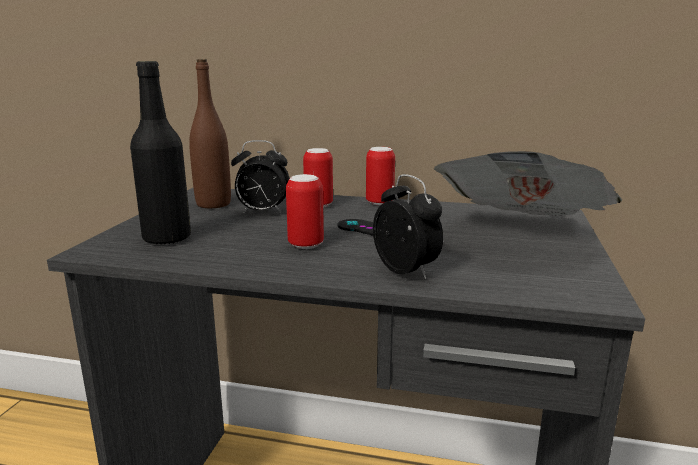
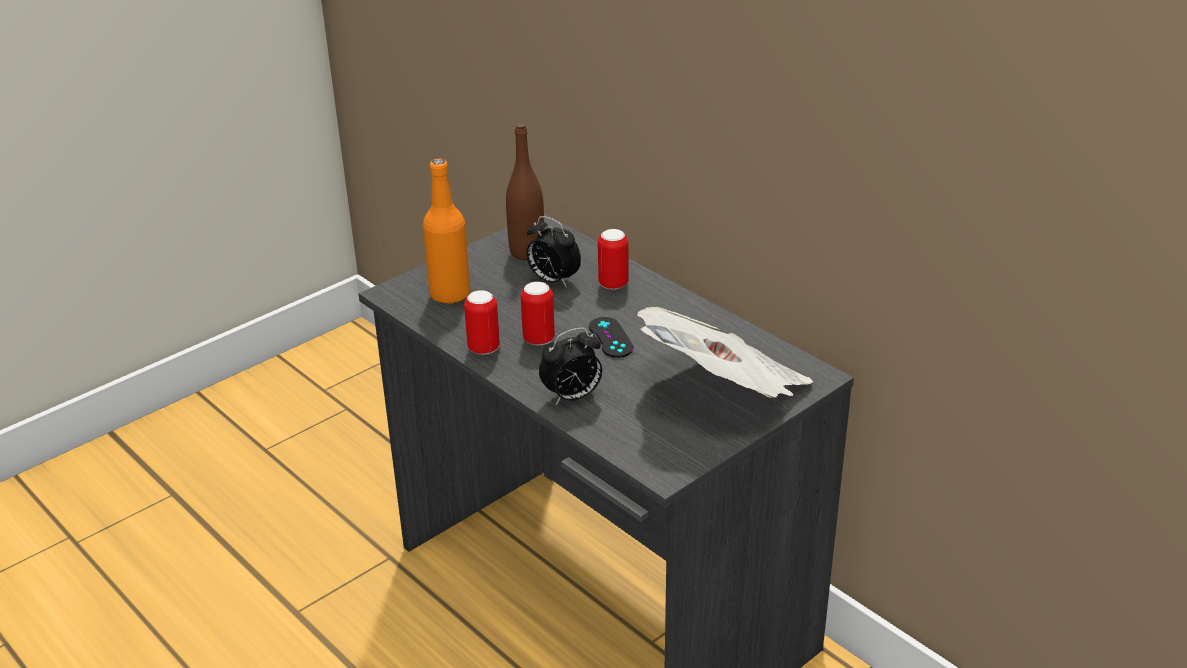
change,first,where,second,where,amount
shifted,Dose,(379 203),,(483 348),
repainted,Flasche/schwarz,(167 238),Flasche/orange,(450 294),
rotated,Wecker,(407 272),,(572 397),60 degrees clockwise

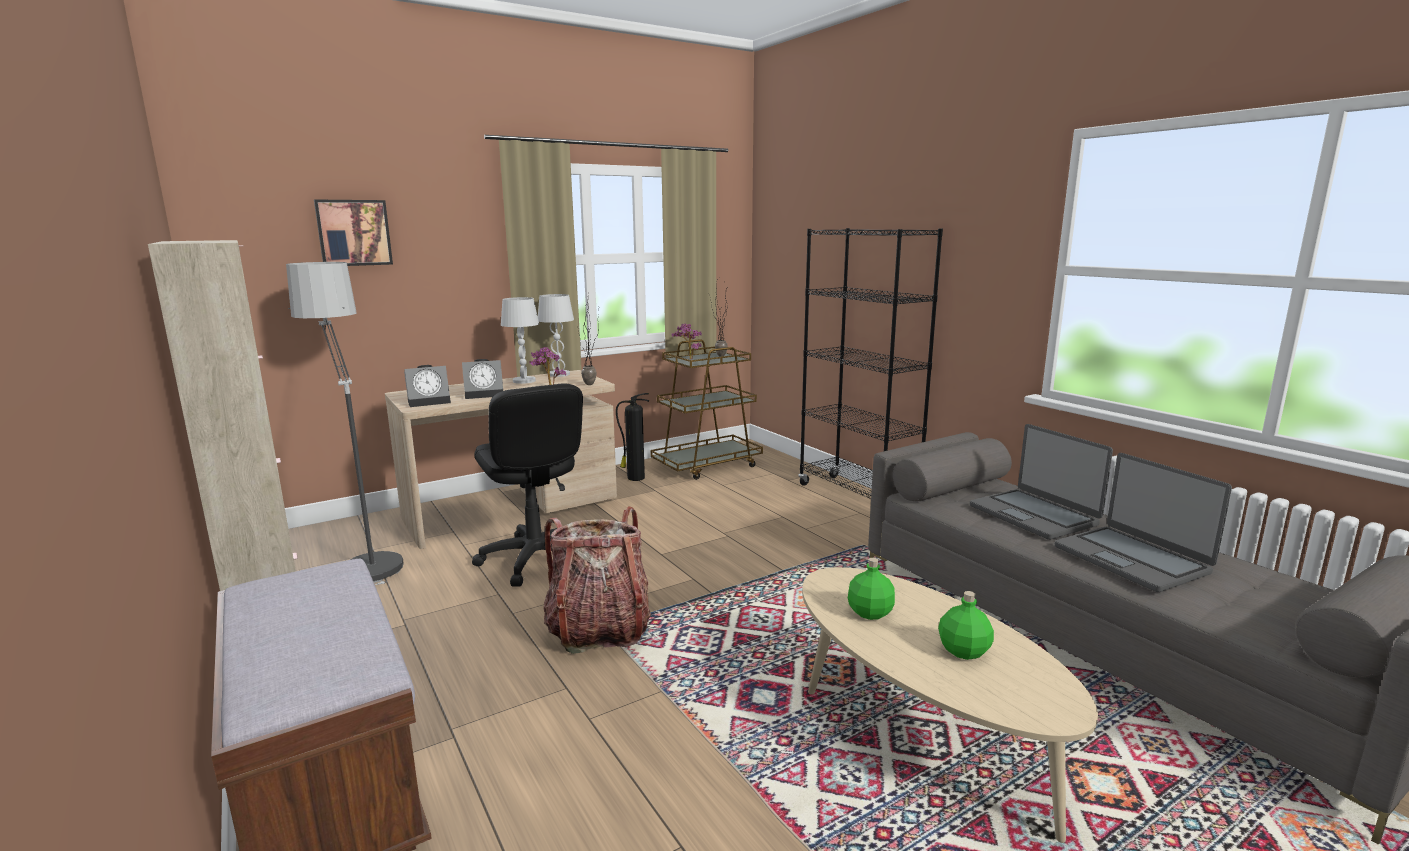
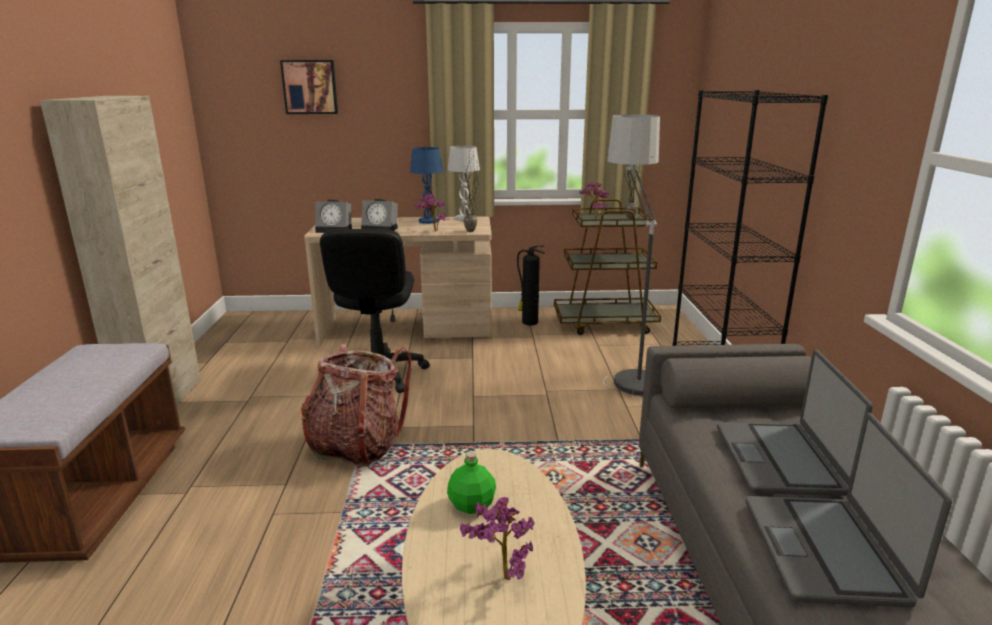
change,first,where,second,where,amount
shifted,Stehlampe,(362 555),,(626 369),
swapped,Flasche/grün,(964 651),Topfpflanze,(500 576),
repainted,Tischlampe/weiß,(524 381),Tischlampe/blau,(428 221),

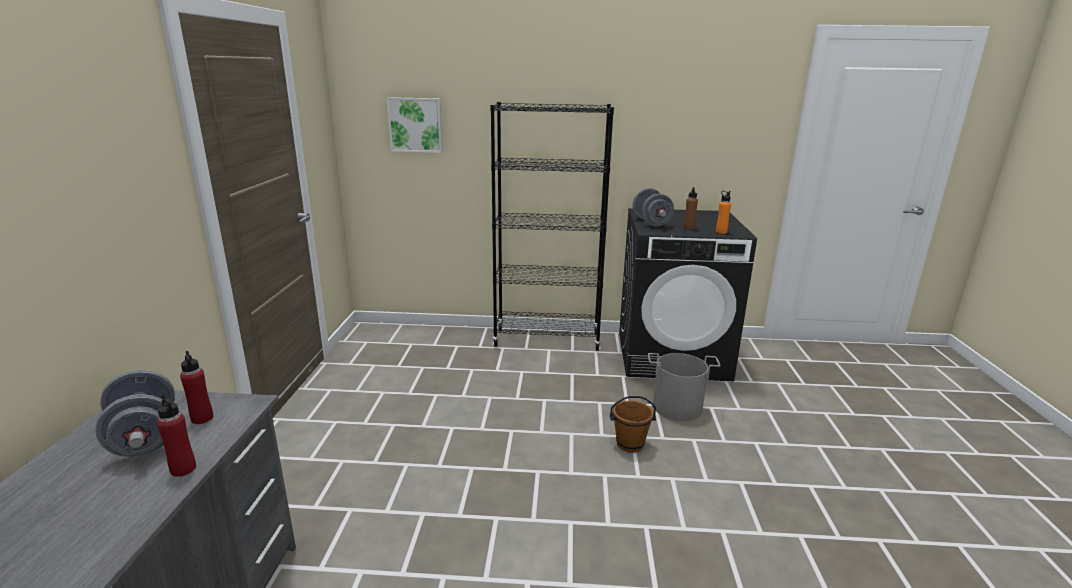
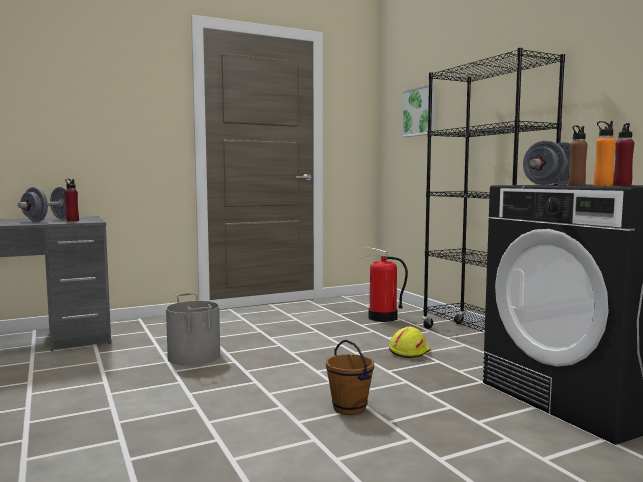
change,first,where,second,where,amount
new,,,Feuerlöscher,(382 318),
new,,,Schutzhelm/gelb,(408 351),
shifted,Flasche/rot,(183 469),,(622 185),
shifted,Eimer/grau,(677 407),,(193 357),

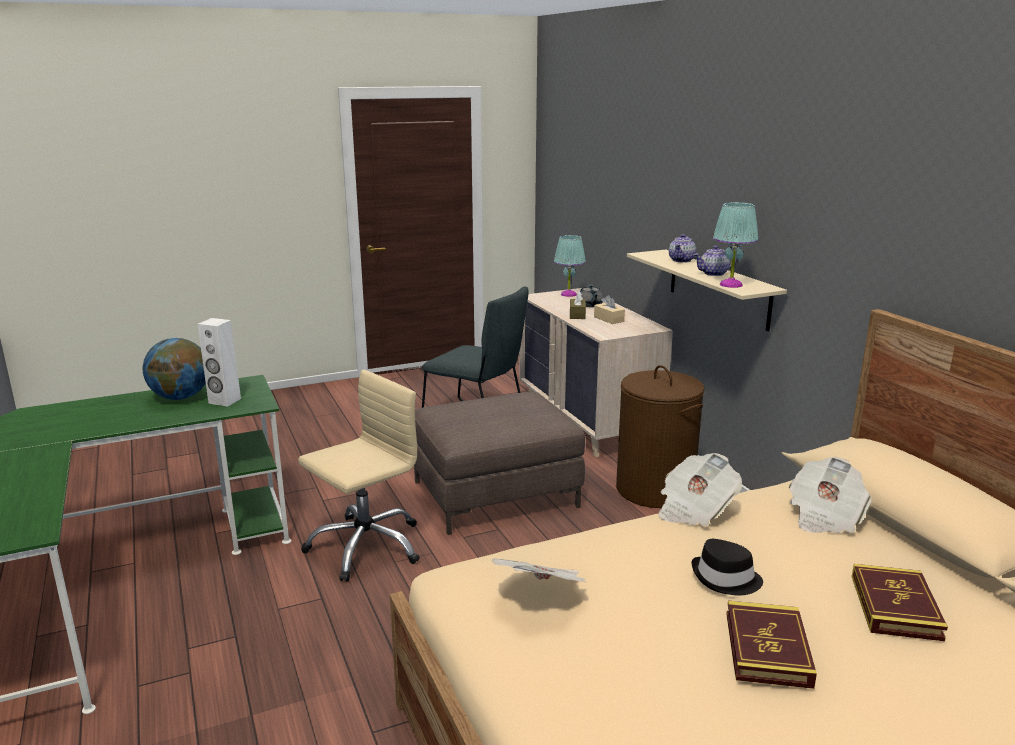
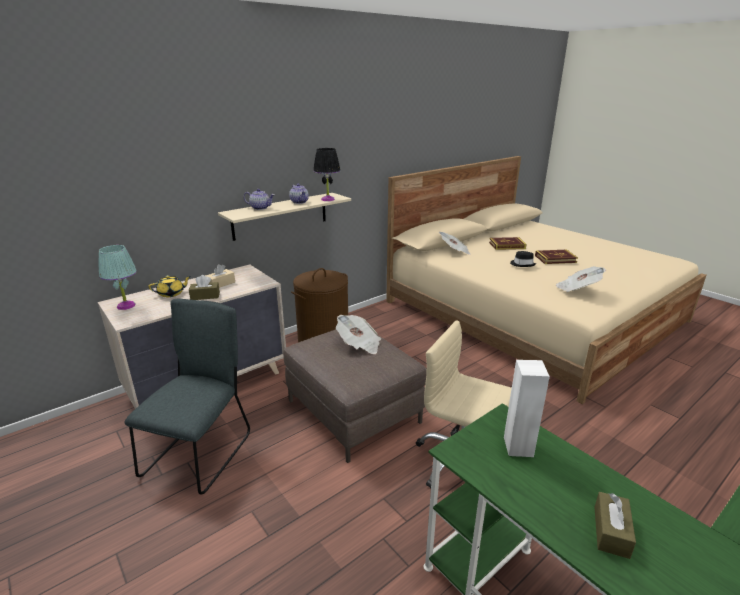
change,first,where,second,where,amount
gone,Globus,(180 397),,,
new,,,Taschentuchbox/braun,(611 531),
shifted,Zeitung,(694 509),,(359 344),
repainted,Teekanne/grau,(590 305),Teekanne/gelb,(172 293),
repainted,Tischlampe/türkis,(730 285),Tischlampe/schwarz,(328 199),

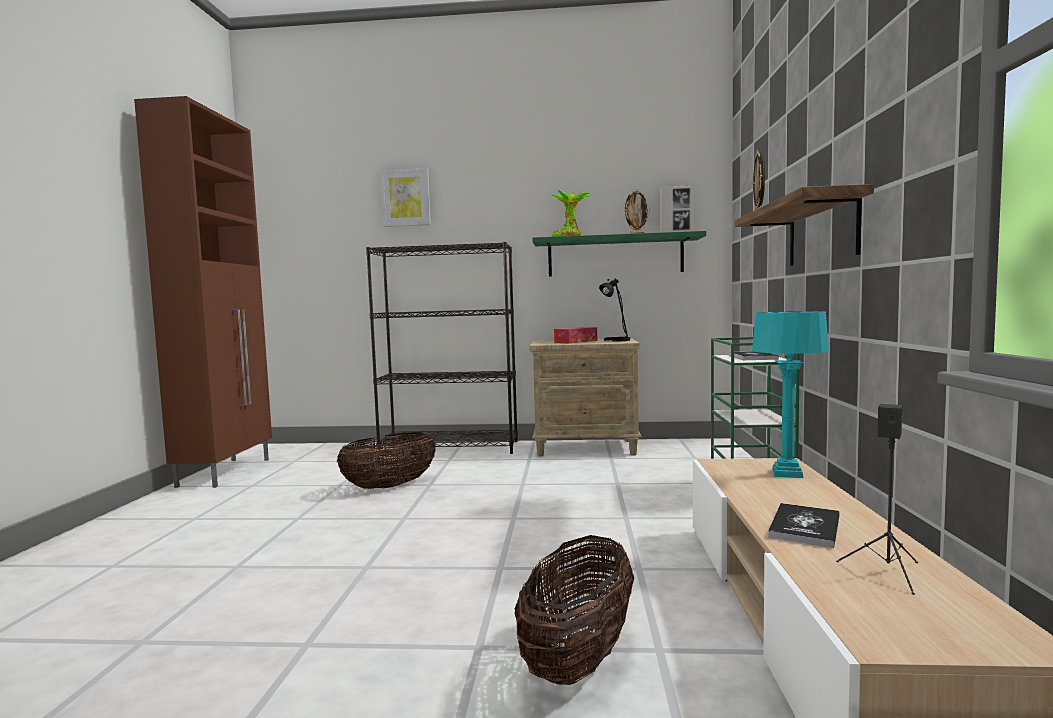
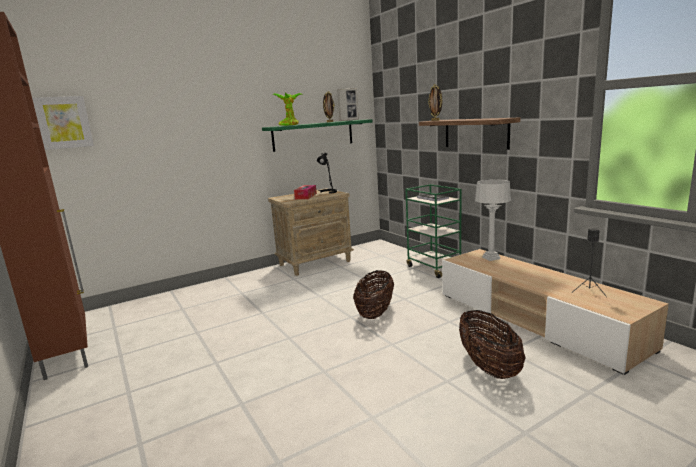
change,first,where,second,where,amount
gone,Bücherregal/schwarz,(450 448),,,
gone,Buch,(805 526),,,
shifted,Korb,(390 486),,(375 313),
shifted,Bild,(406 198),,(64 122),
repainted,Tischlampe/türkis,(788 473),Tischlampe/grau,(491 258),

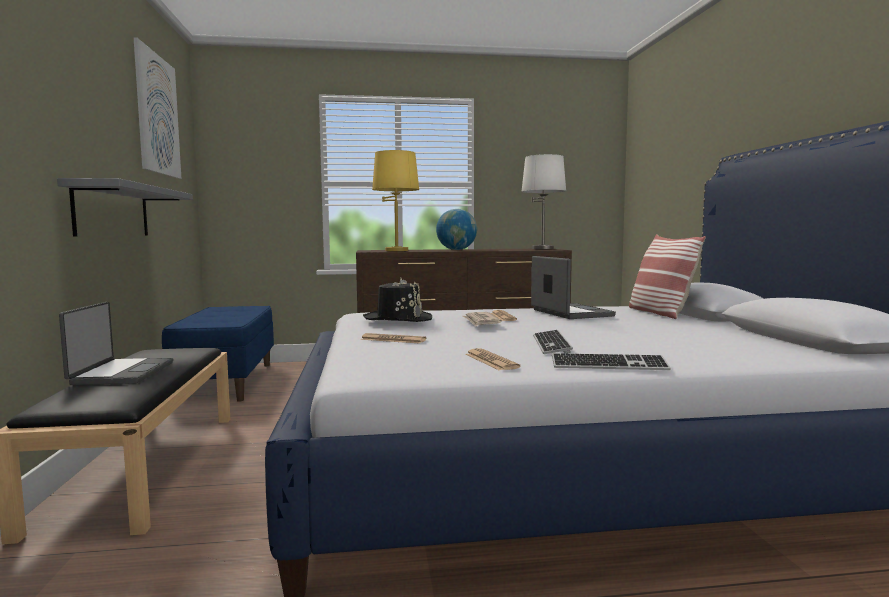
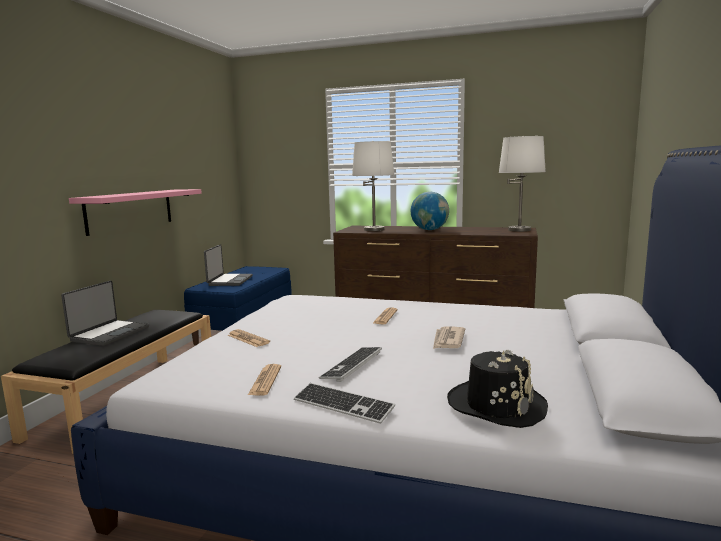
change,first,where,second,where,amount
gone,Bild,(158 115),,,
gone,Kissen,(659 313),,,
shifted,Hut/schwarz,(398 319),,(496 405),
shifted,Zeitung,(481 321),,(448 340),
shifted,Laptop,(570 313),,(229 281),
repainted,Wandregal/grau,(113 211),Wandregal/rosa,(130 210),
repainted,Tischlampe/gelb,(397 250),Tischlampe/weiß,(374 229),

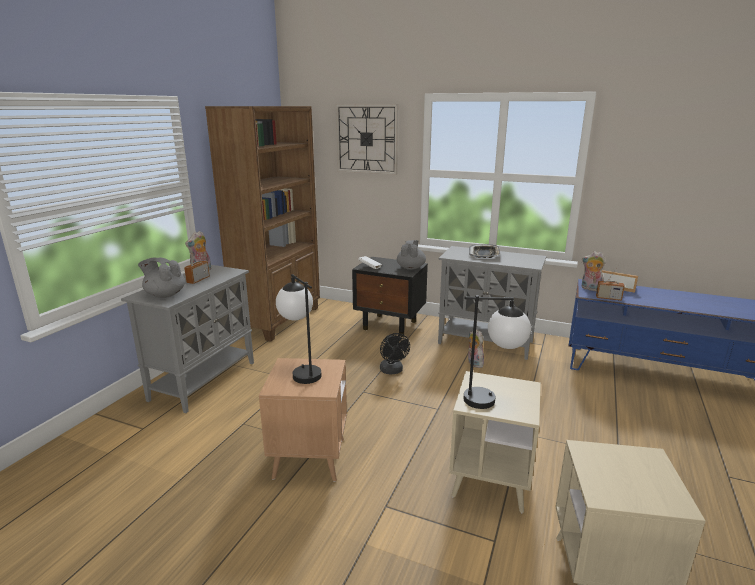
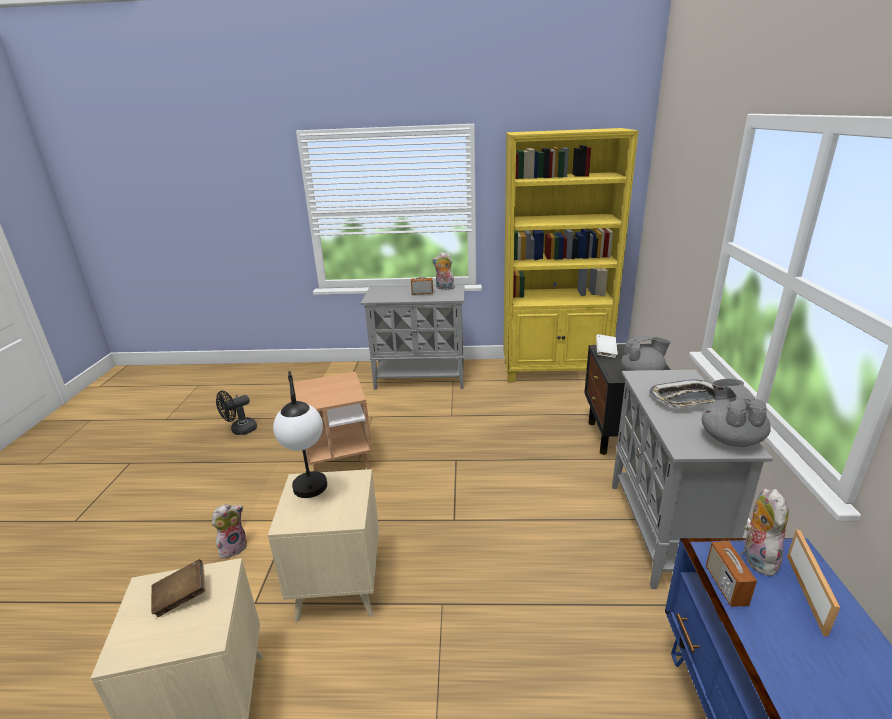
change,first,where,second,where,amount
gone,Tischlampe,(301 371),,,
gone,Wanduhr,(367 139),,,
new,,,Buch/braun,(182 597),
shifted,Teekanne/grau,(165 295),,(730 438),
shifted,Ventilator/schwarz,(392 371),,(240 430),
shifted,Plüschtier,(473 363),,(233 547),
repainted,Bücherregal/braun,(279 320),Bücherregal/gelb,(555 371),

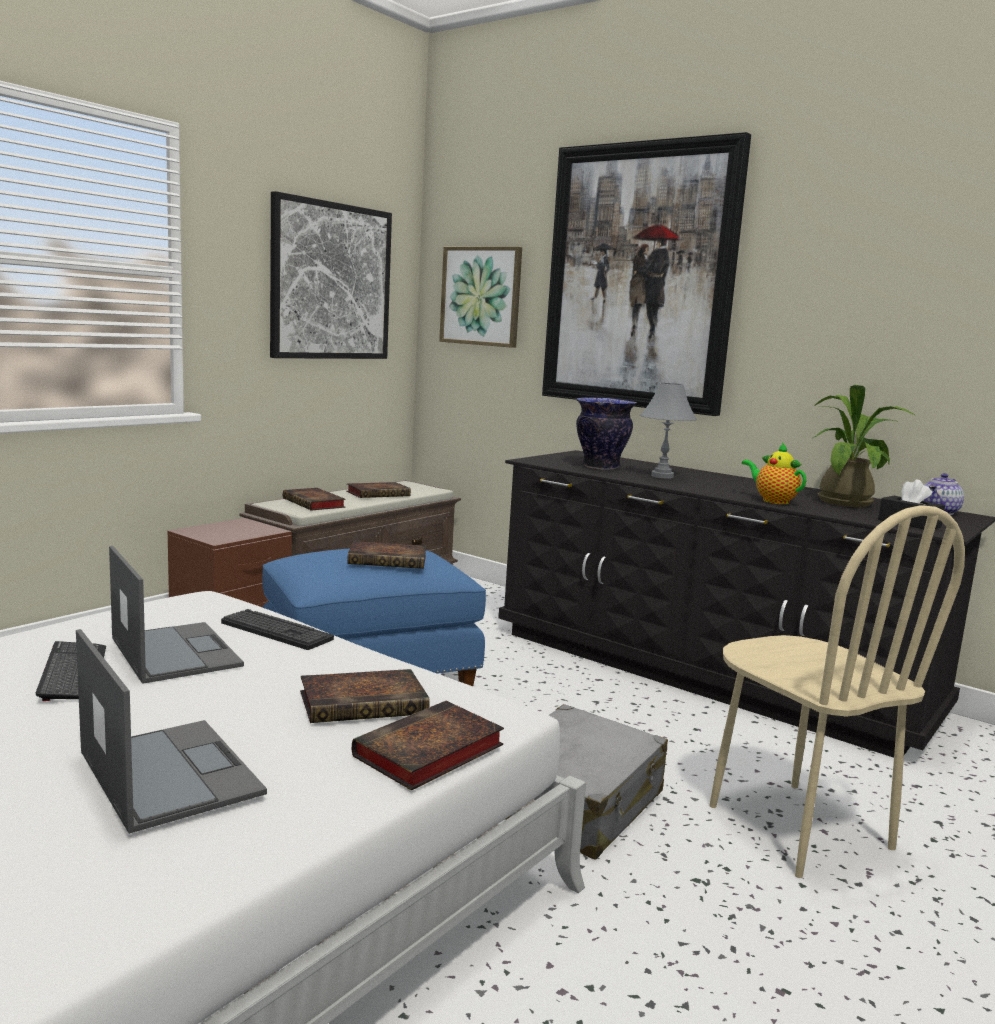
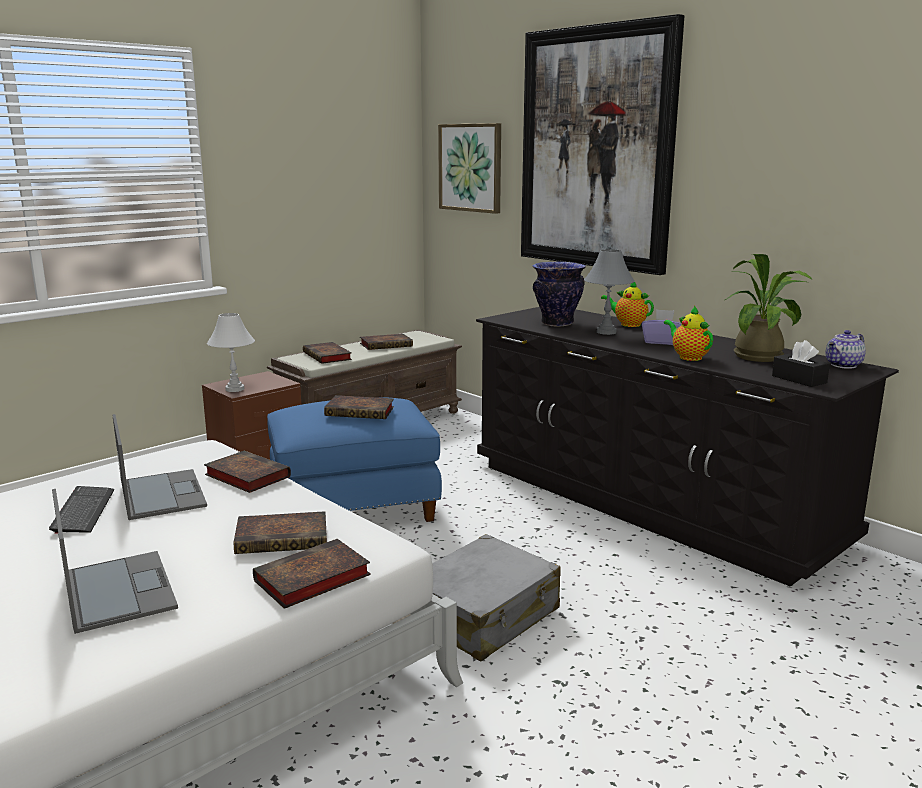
change,first,where,second,where,amount
gone,Bild,(331 281),,,
gone,Stuhl/beige,(798 827),,,
new,,,Tischlampe/weiß,(234 389),
new,,,Teekanne,(628 324),
new,,,Taschentuchbox/lila,(662 342),
swapped,Tastatur,(276 631),Buch,(245 476),

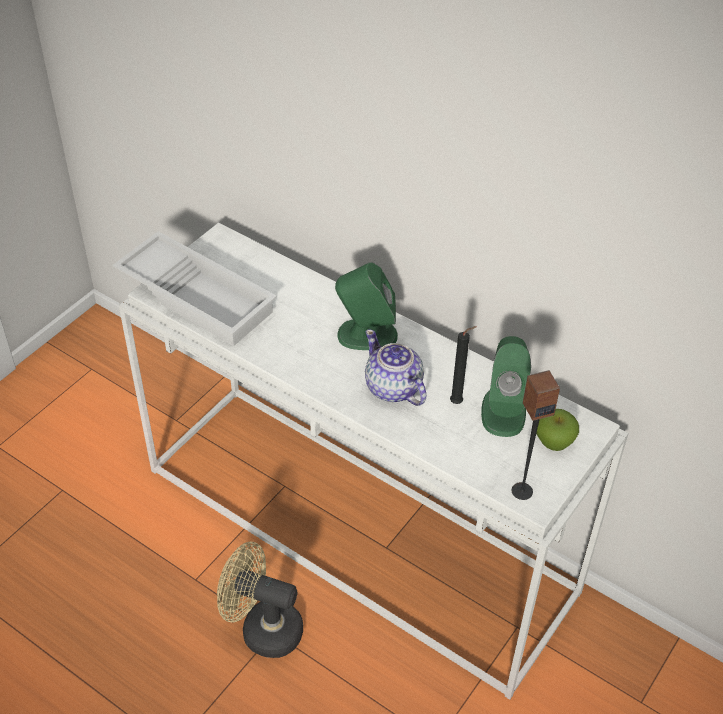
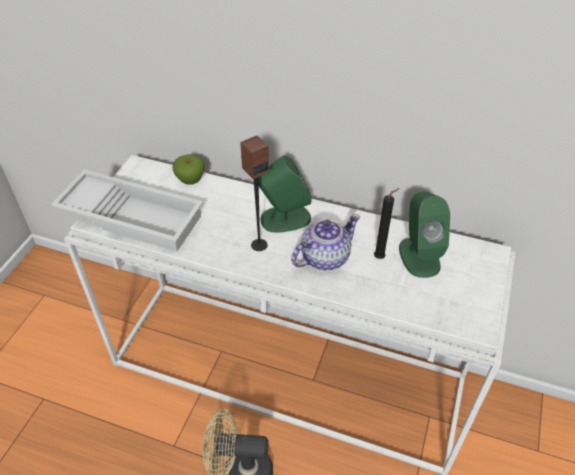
change,first,where,second,where,amount
shifted,Lautsprecher,(522 491),,(259 245),
shifted,Apfel,(553 443),,(190 180),
rotated,Teekanne,(393 388),,(324 257),105 degrees clockwise

